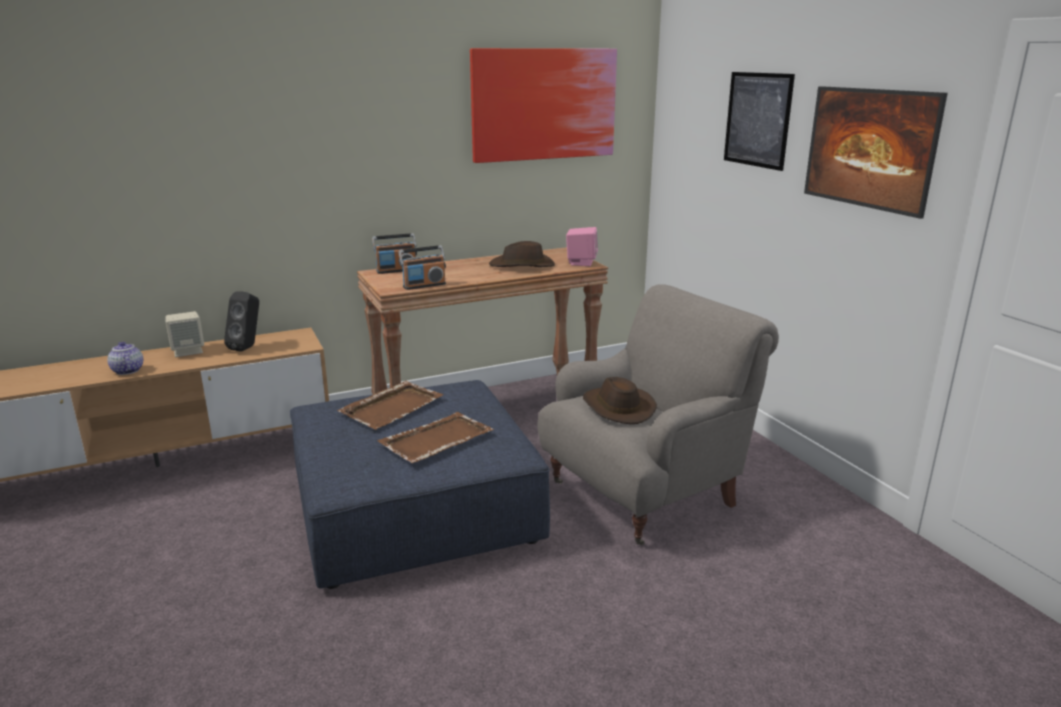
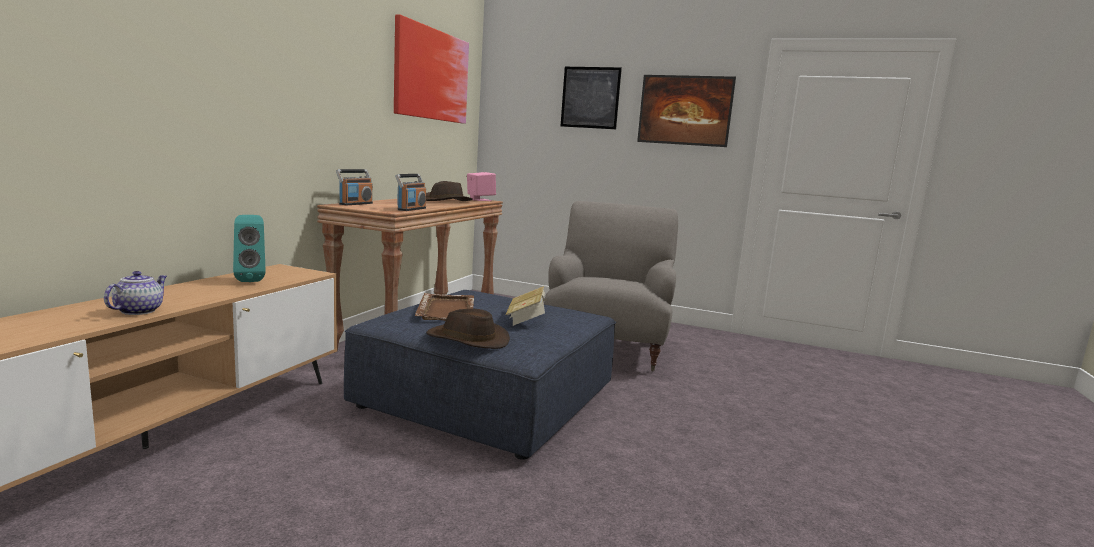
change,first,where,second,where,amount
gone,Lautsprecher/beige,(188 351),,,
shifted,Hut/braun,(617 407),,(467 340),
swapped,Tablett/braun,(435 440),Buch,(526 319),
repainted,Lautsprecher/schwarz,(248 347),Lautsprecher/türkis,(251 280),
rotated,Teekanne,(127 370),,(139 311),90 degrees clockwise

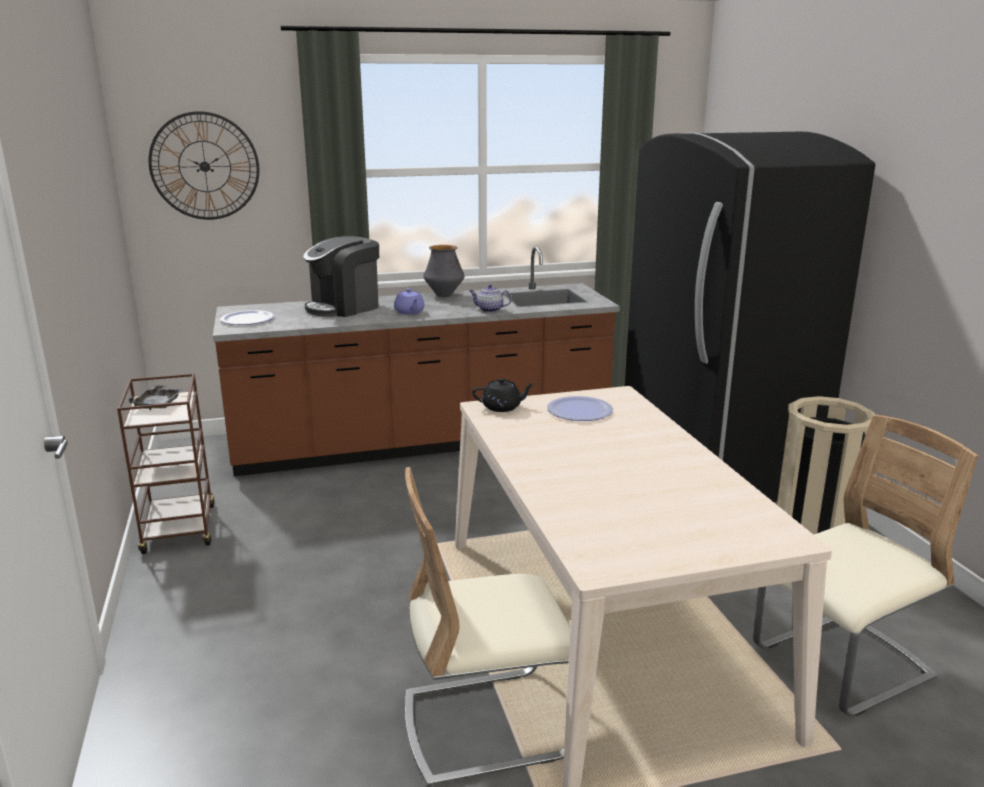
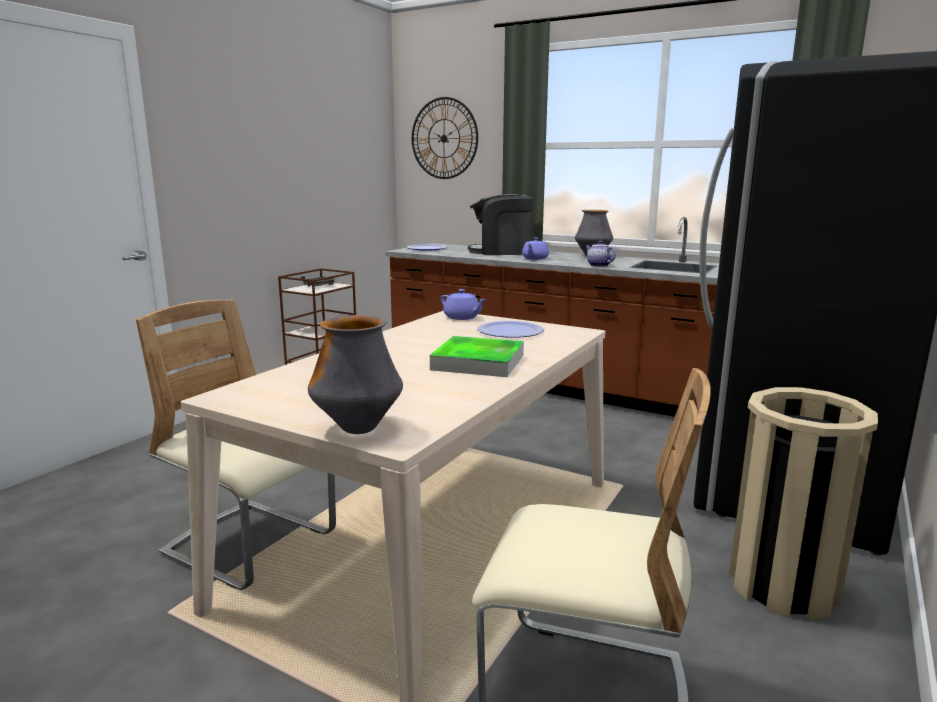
change,first,where,second,where,amount
new,,,Vase,(358 428),
new,,,Tablett,(478 362),
repainted,Teekanne/schwarz,(502 407),Teekanne/lila,(462 317),

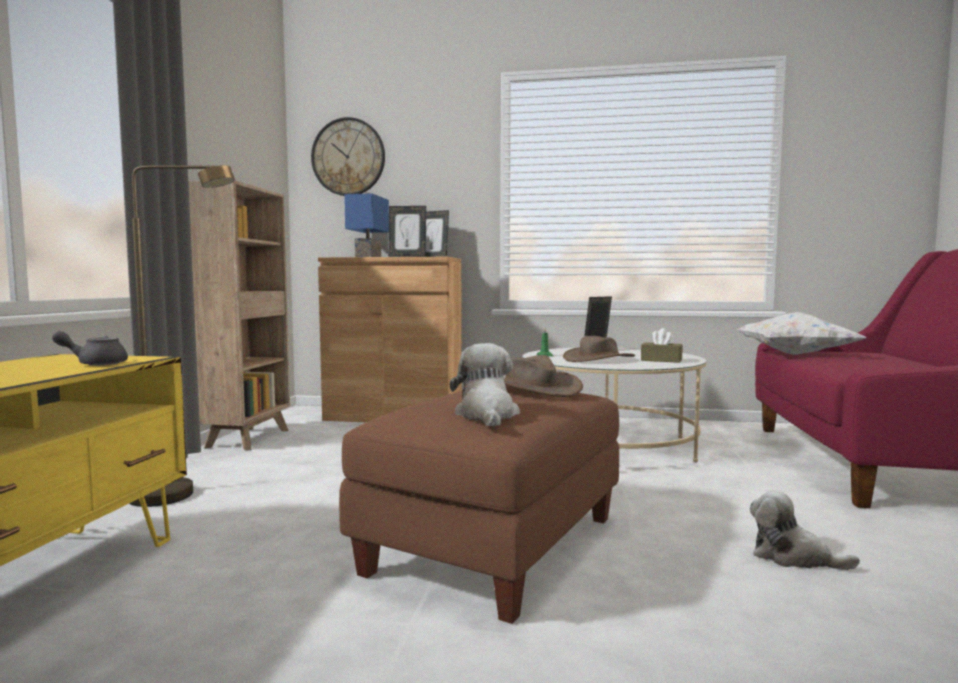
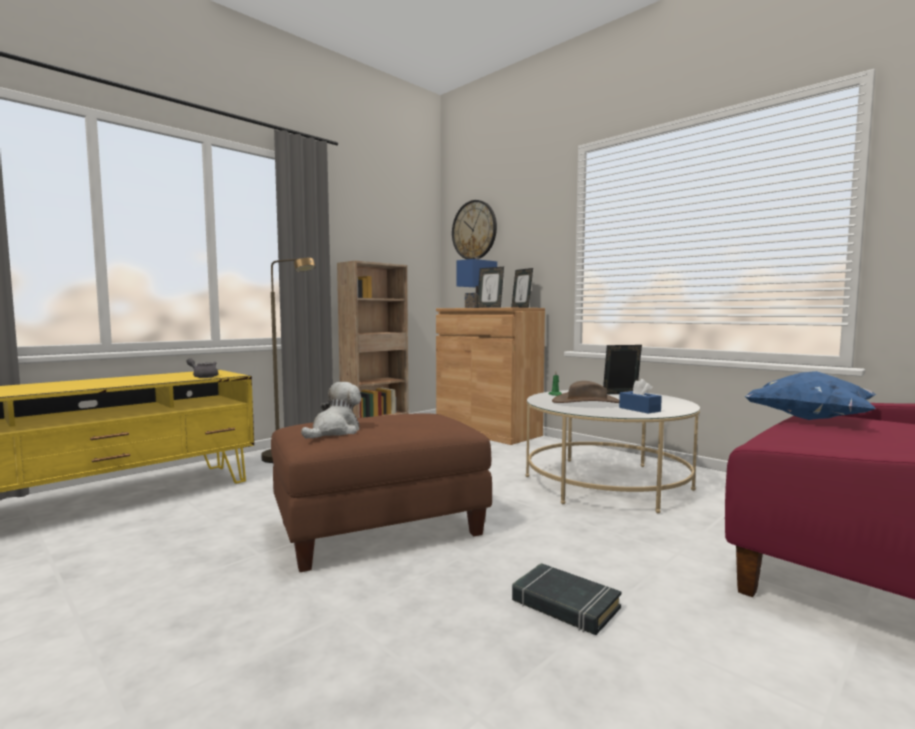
change,first,where,second,where,amount
gone,Hut/braun,(531 388),,,
swapped,Plüschtier,(793 557),Buch/schwarz,(565 605),
repainted,Taschentuchbox/braun,(661 360),Taschentuchbox/blau,(639 409),
repainted,Kissen/weiß,(794 354),Kissen/blau,(809 419),

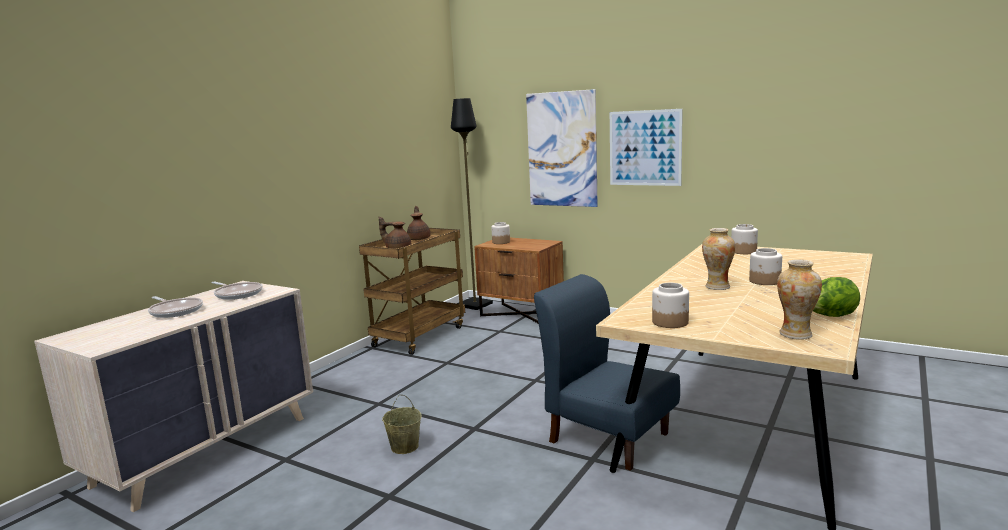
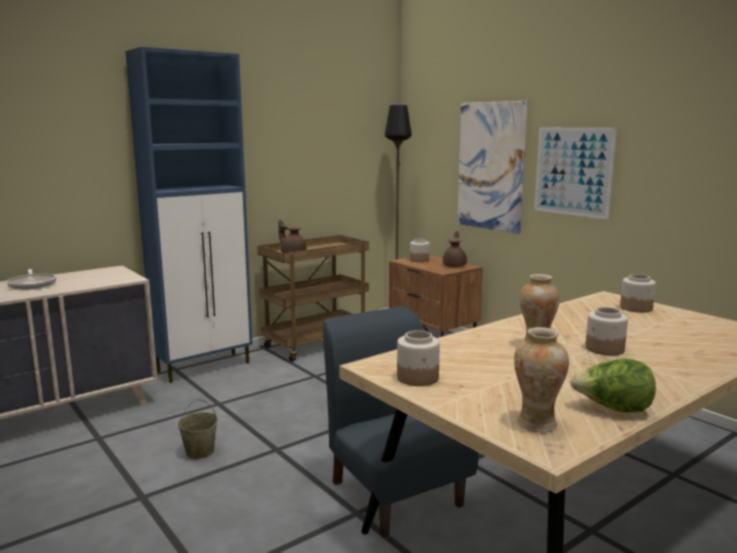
change,first,where,second,where,amount
gone,Pfanne,(237 294),,,
new,,,Schrank/blau,(205 367),
shifted,Teekanne/braun,(419 239),,(455 266),

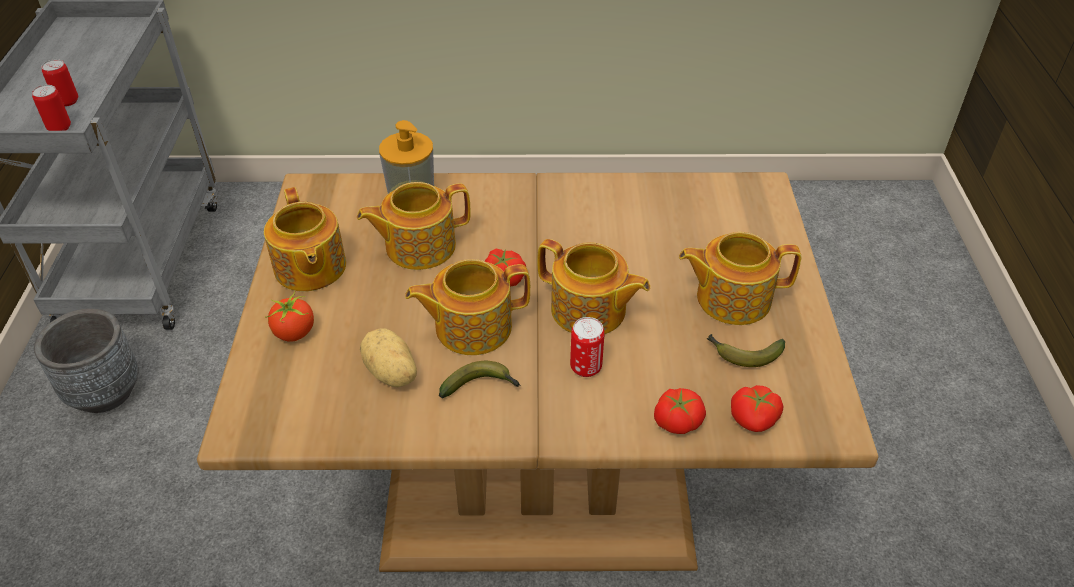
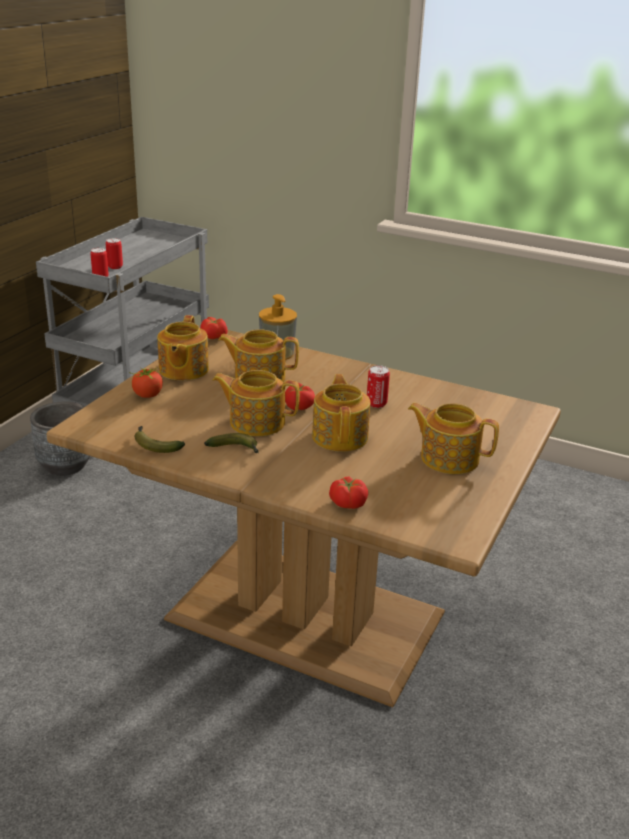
change,first,where,second,where,amount
gone,Kartoffel,(390 374),,,
shifted,Dose,(586 367),,(376 404),
shifted,Banane,(743 354),,(155 445),
shifted,Tomate,(754 419),,(213 337),
rotated,Teekanne,(589 311),,(340 436),150 degrees counterclockwise

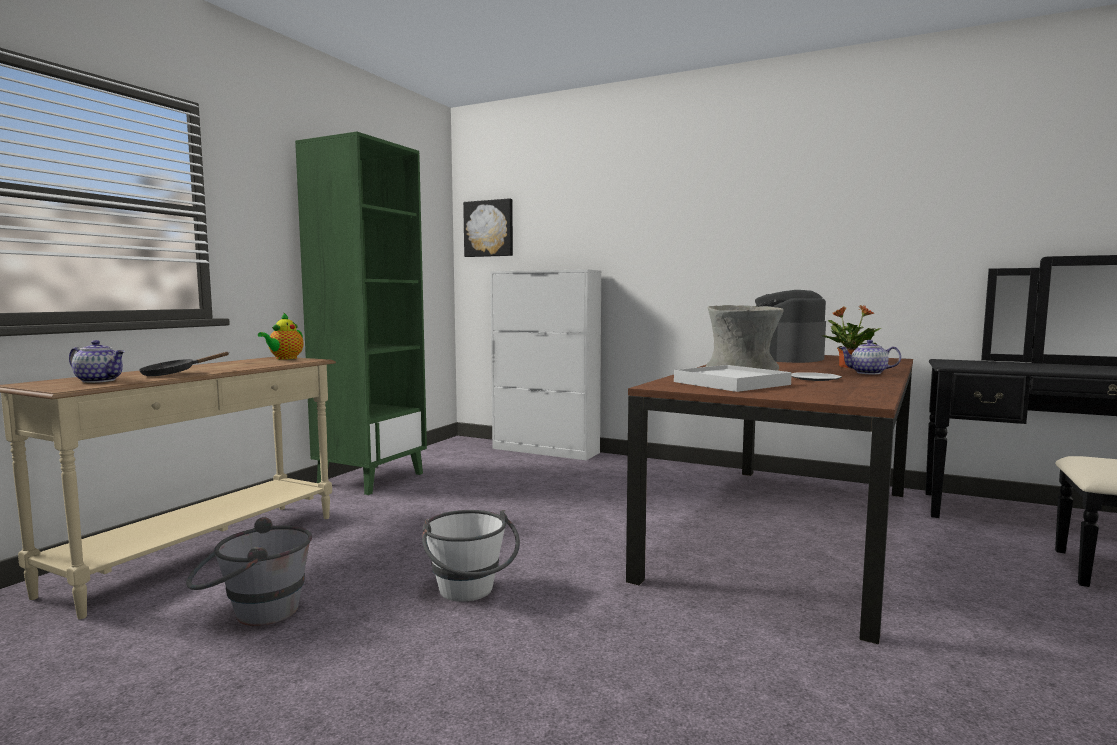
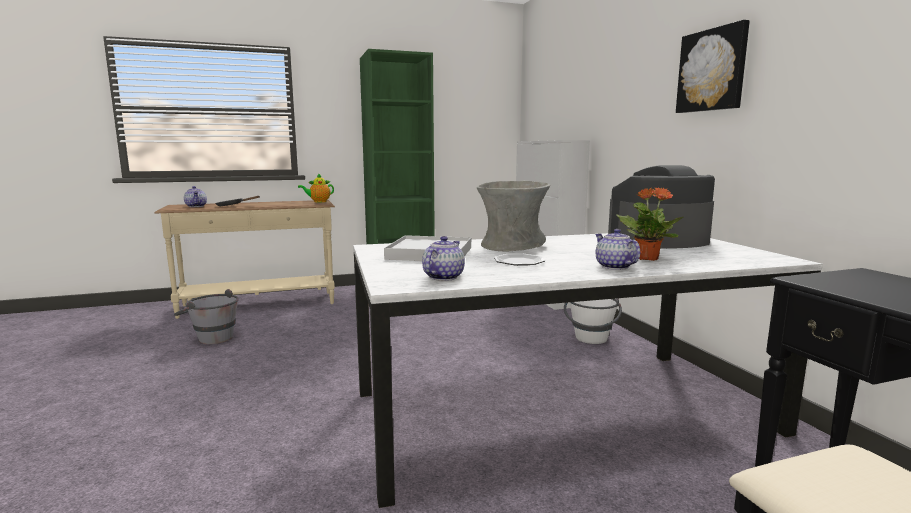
change,first,where,second,where,amount
new,,,Teekanne,(442 277),
shifted,Eimer/weiß,(470 594),,(590 340),
shifted,Bild,(489 228),,(712 70),
repainted,Esstisch/braun,(790 531),Esstisch/weiß,(558 412),

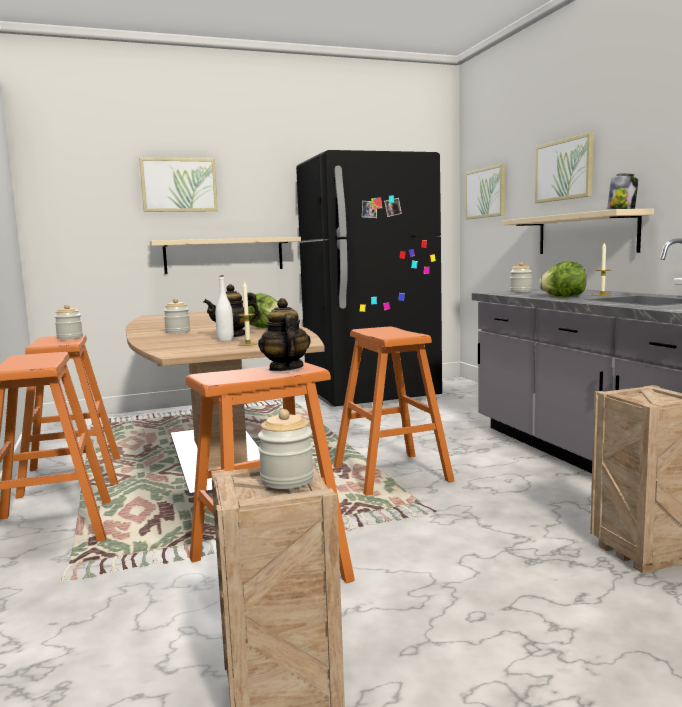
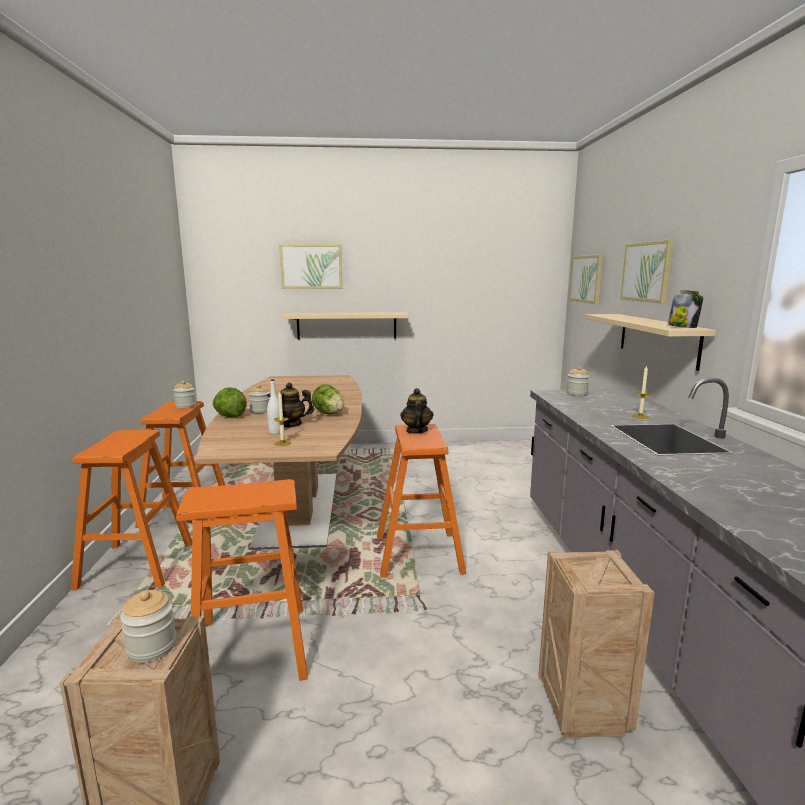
change,first,where,second,where,amount
gone,Kühlschrank/schwarz,(372 396),,,
shifted,Teekanne,(285 368),,(416 431),
shifted,Salatkopf,(563 297),,(230 416),

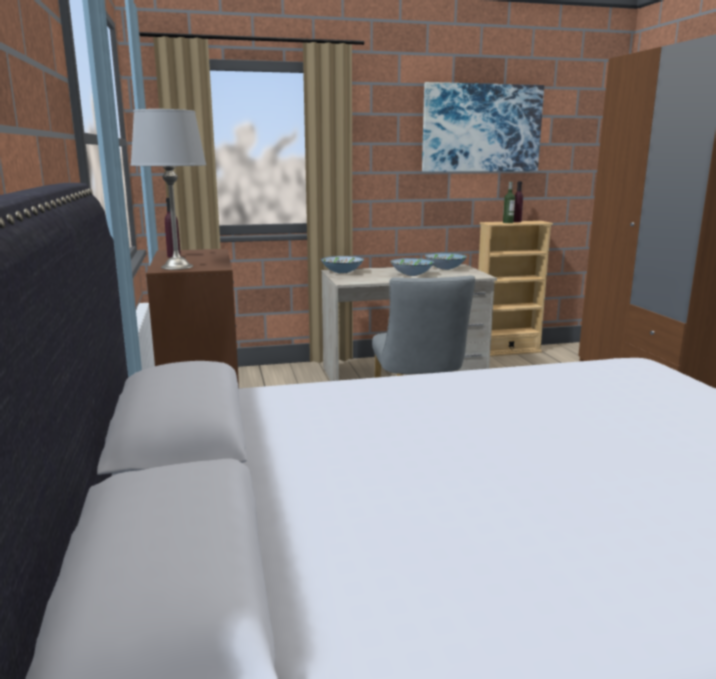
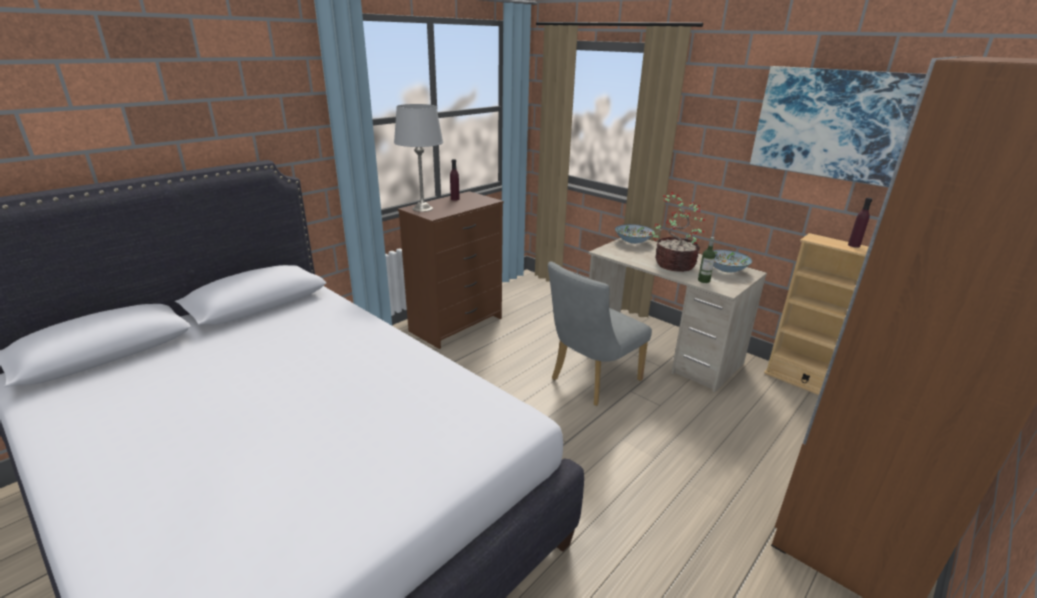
change,first,where,second,where,amount
shifted,Flasche,(508 222),,(703 280),
swapped,Schüssel,(412 274),Topfpflanze,(673 264),

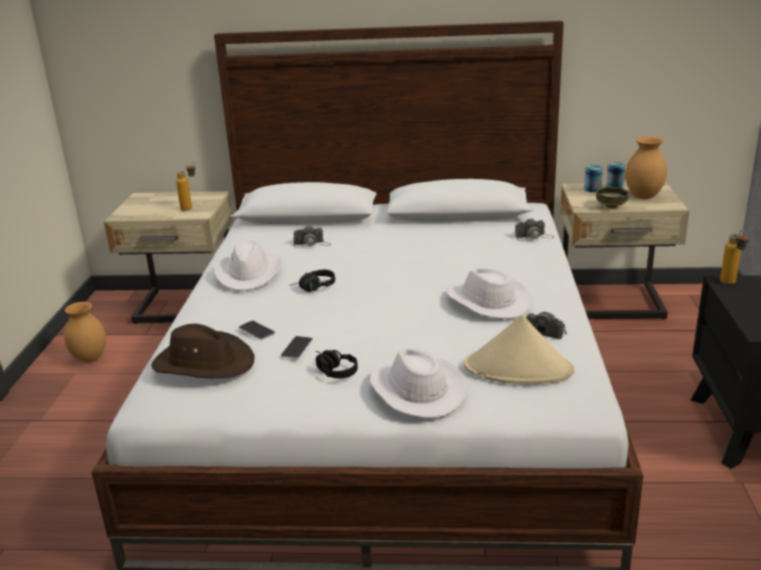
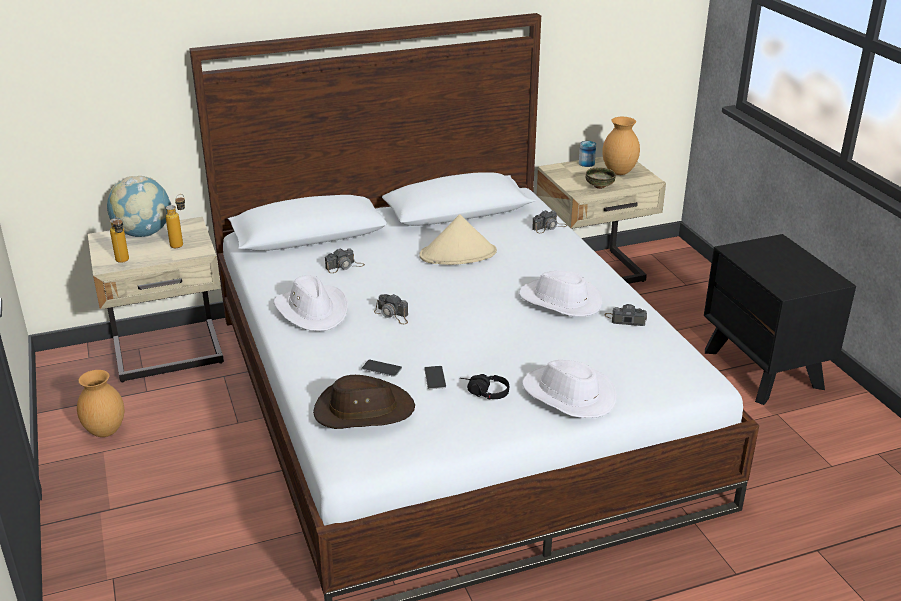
change,first,where,second,where,amount
gone,Dose,(592 189),,,
new,,,Globus,(143 233),
shifted,Hut/beige,(518 368),,(458 254),
shifted,Flasche,(730 284),,(123 262),
swapped,Kopfhörer/schwarz,(313 288),Kamera,(392 315),

